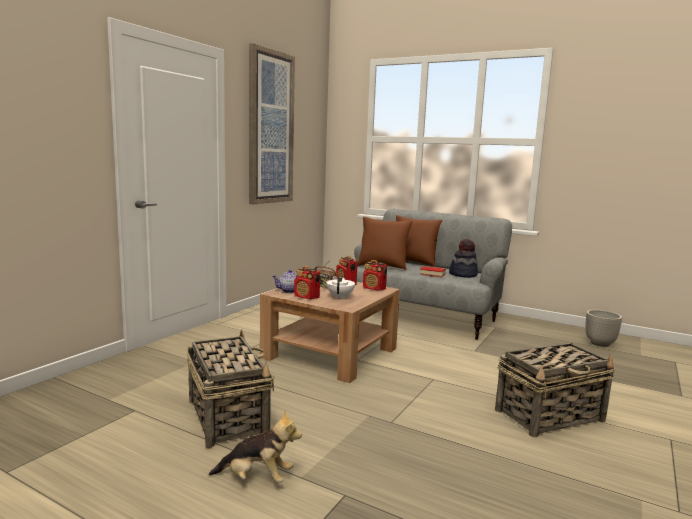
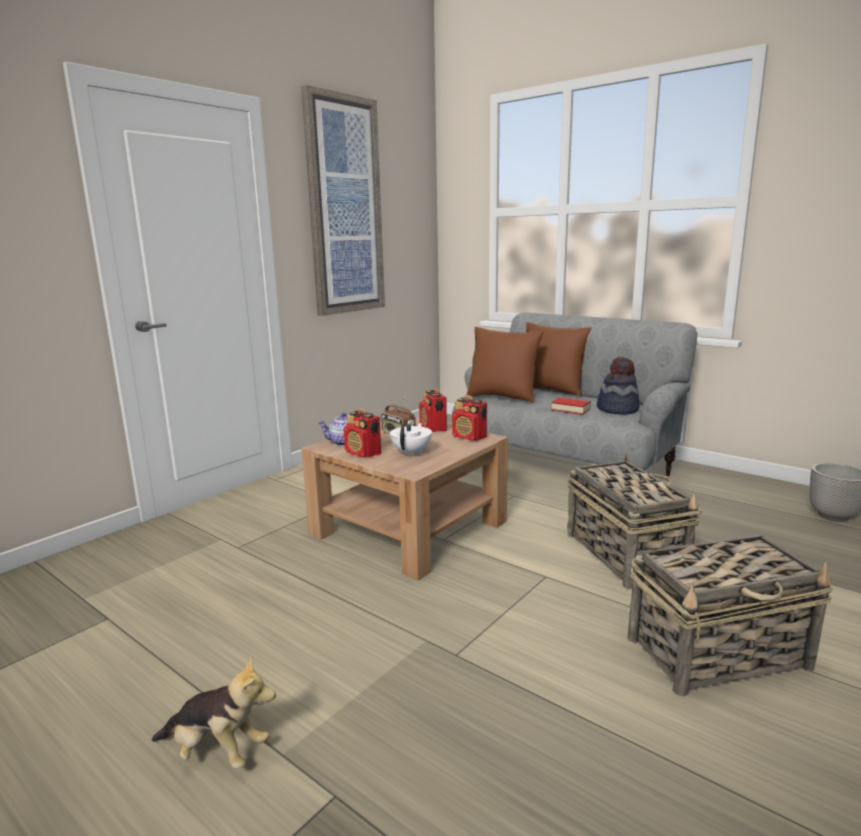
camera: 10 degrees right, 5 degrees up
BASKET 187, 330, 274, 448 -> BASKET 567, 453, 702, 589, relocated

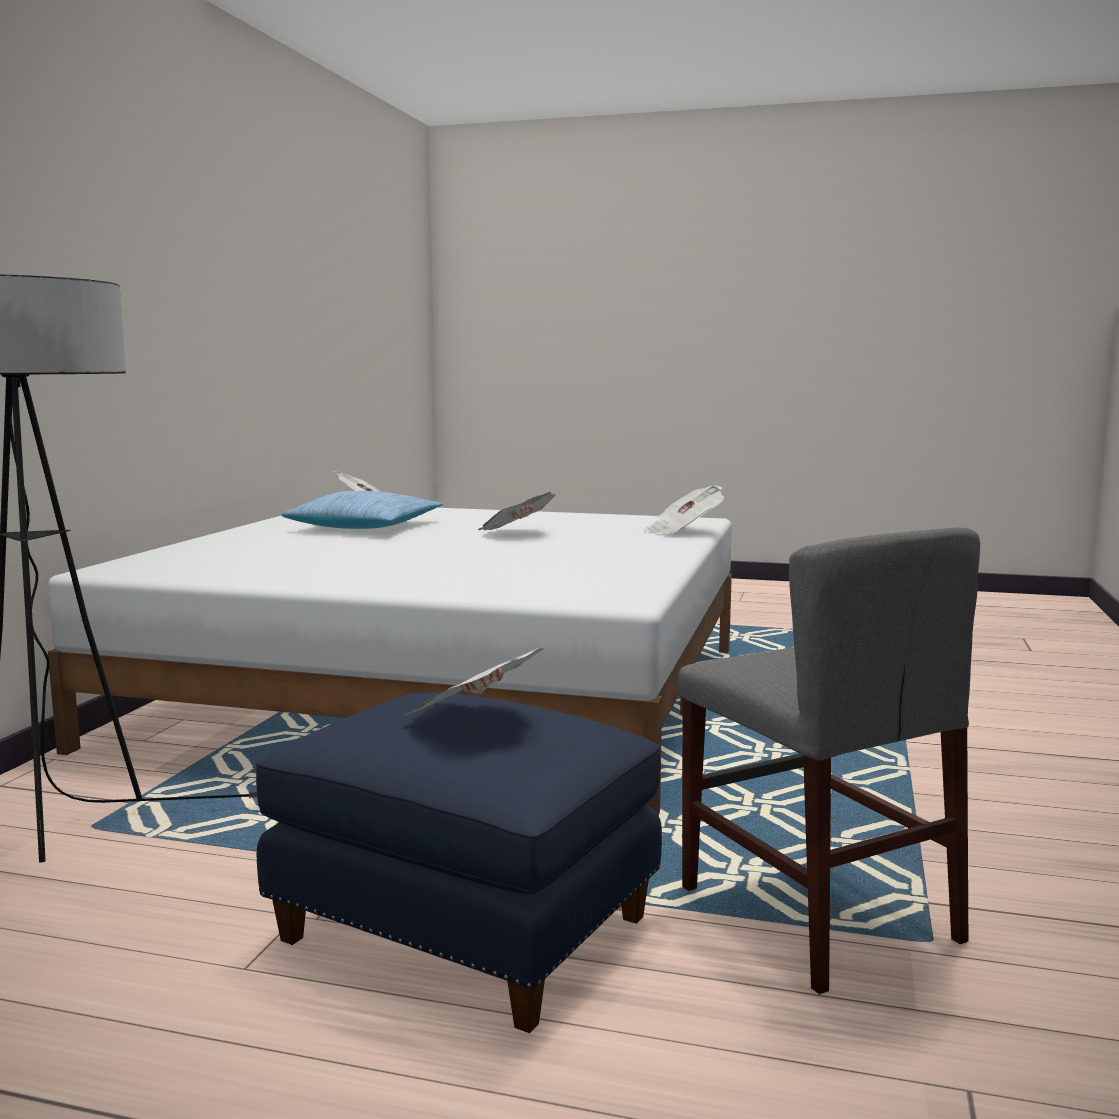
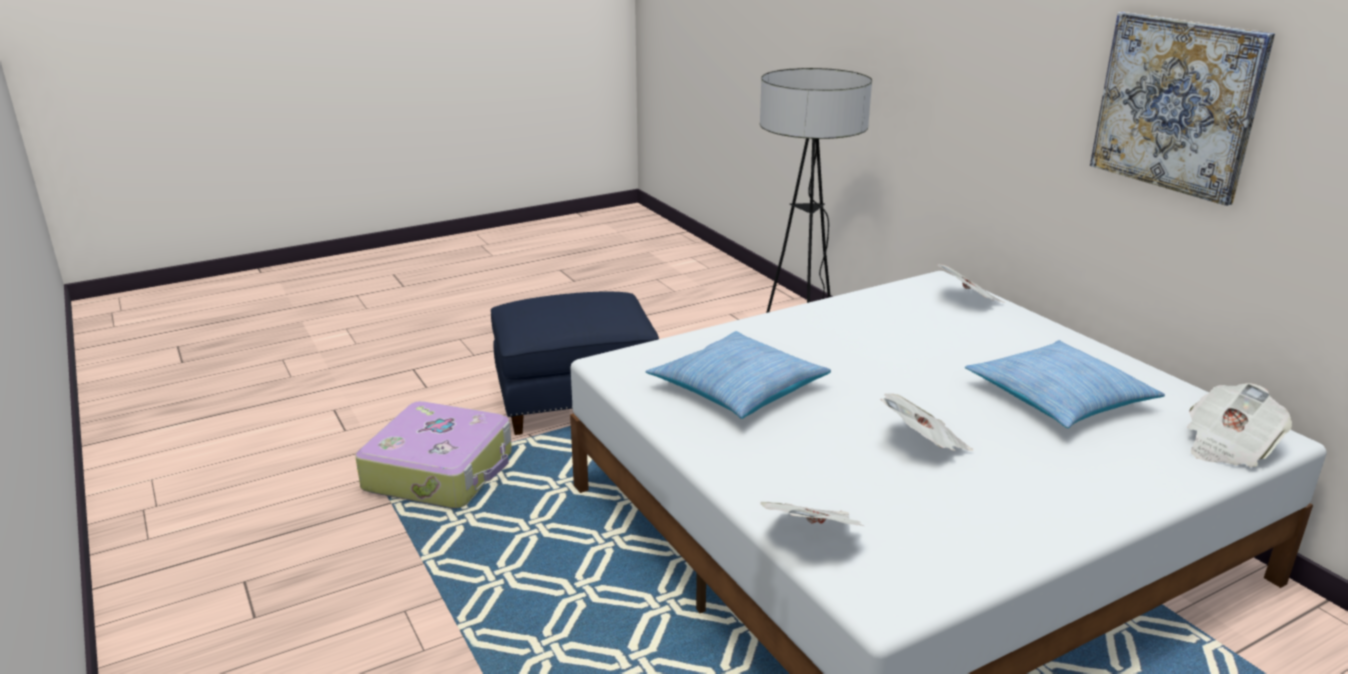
camera: 135 degrees right, 15 degrees up
none -> PILLOW 646, 331, 831, 419
none -> PICTURE 1090, 12, 1275, 206
NEWSPAPER 405, 648, 544, 715 -> NEWSPAPER 937, 264, 1006, 303, relocated
GREY CHAIR 678, 528, 980, 994 -> SUITCASE 355, 401, 512, 509

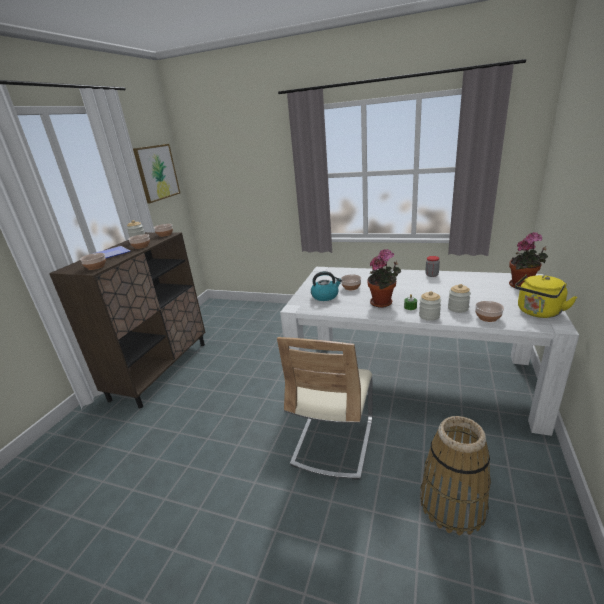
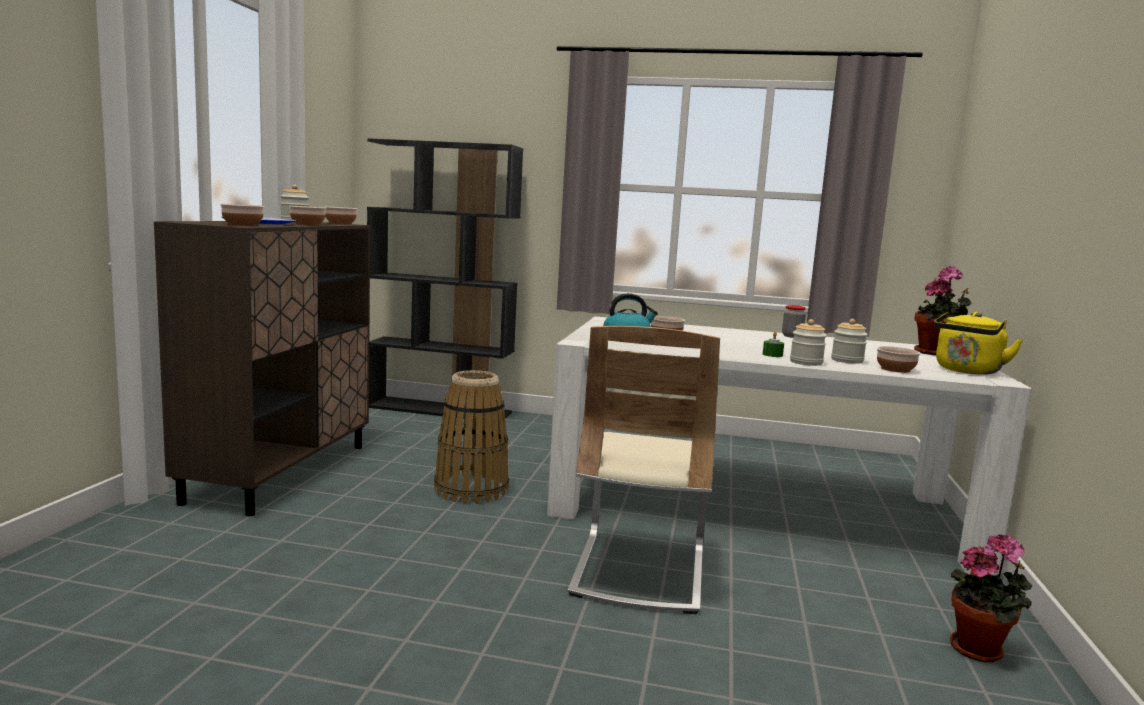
camera: 10 degrees left, 15 degrees down
PICTURE 133, 144, 180, 203 -> none
none -> BLACK BOOKCASE 367, 138, 523, 419
POTTED PLANT 367, 249, 401, 308 -> POTTED PLANT 950, 534, 1032, 663, relocated
BASKET 420, 416, 491, 535 -> BASKET 434, 370, 509, 504, relocated

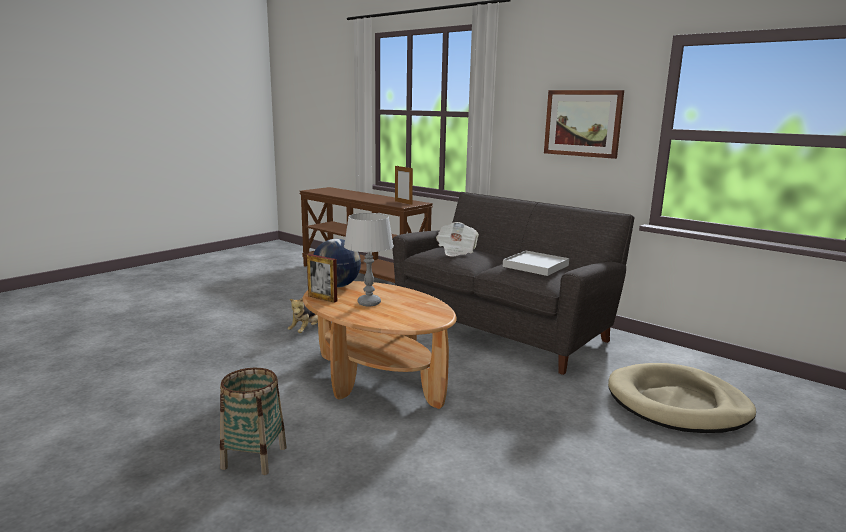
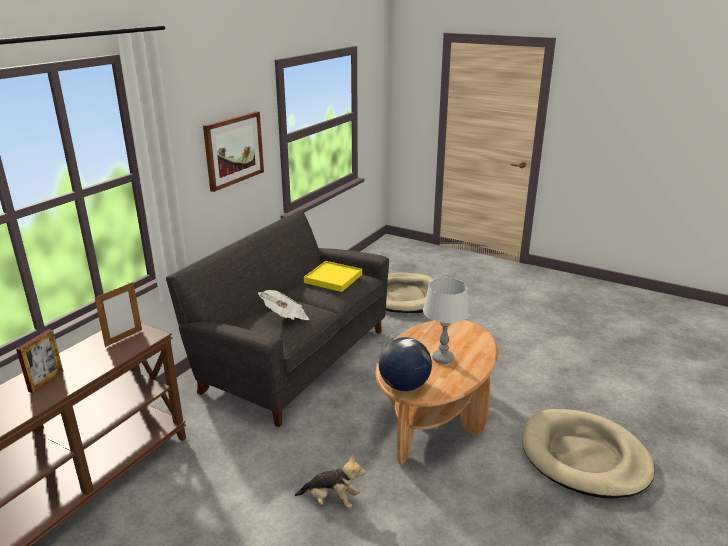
camera: 100 degrees left, 10 degrees up
PICTURE FRAME 307, 254, 337, 303 -> PICTURE FRAME 16, 329, 63, 393, relocated
BASKET 220, 368, 286, 475 -> BEIGE DOG BED 522, 409, 655, 498
WHITE TRAY 503, 251, 569, 276 -> YELLOW TRAY 304, 261, 362, 292

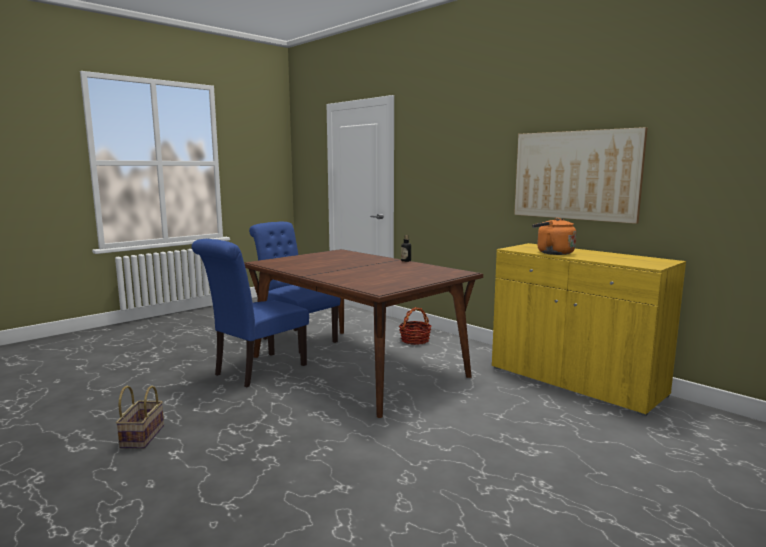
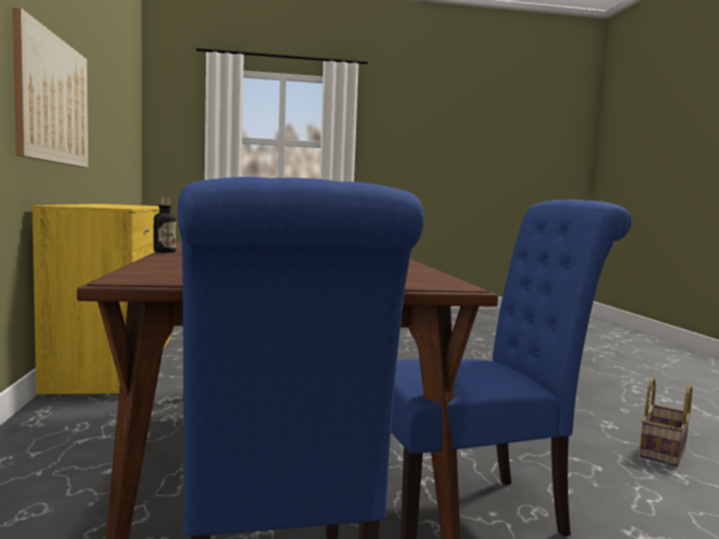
camera: 145 degrees left, 5 degrees down
BASKET 399, 307, 432, 345 -> none
ORANGE KETTLE 532, 218, 576, 255 -> none

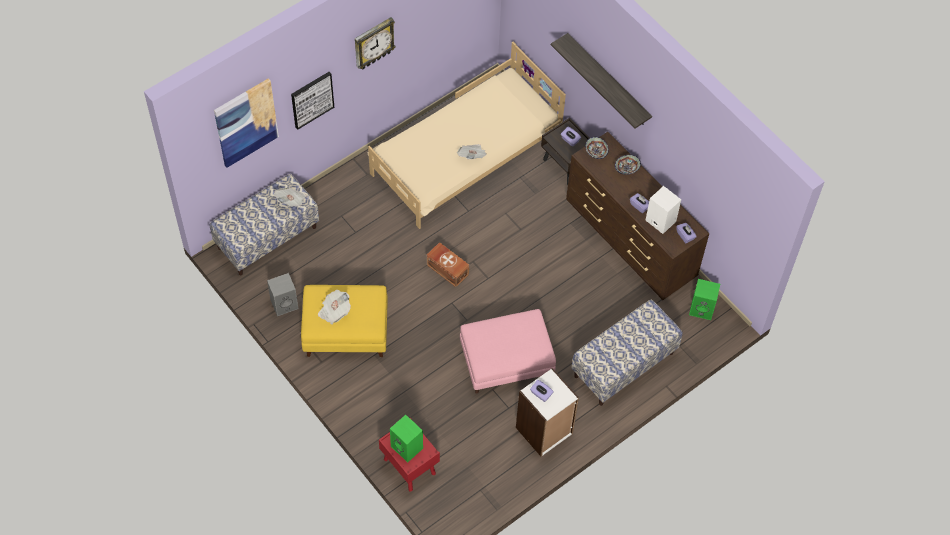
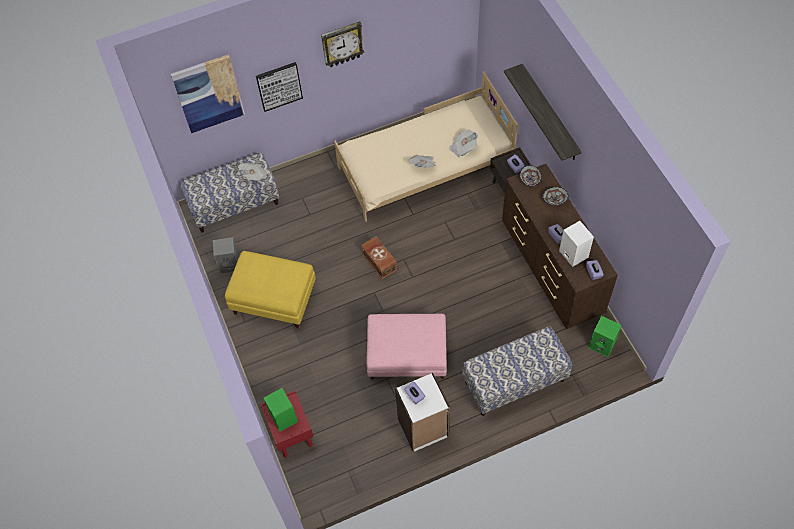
camera: 20 degrees right, 0 degrees up
NEWSPAPER 318, 290, 351, 325 -> NEWSPAPER 449, 129, 478, 157, relocated

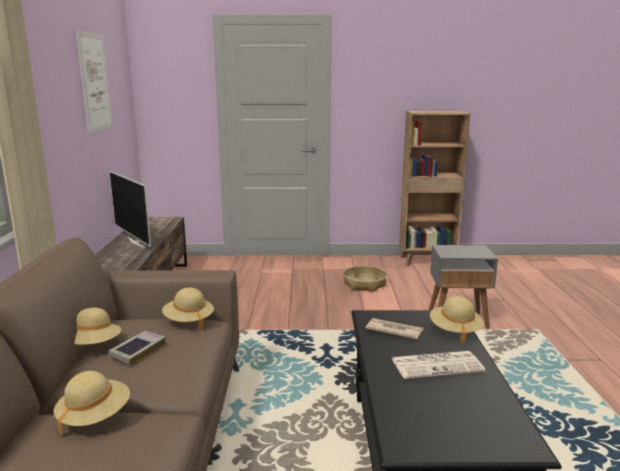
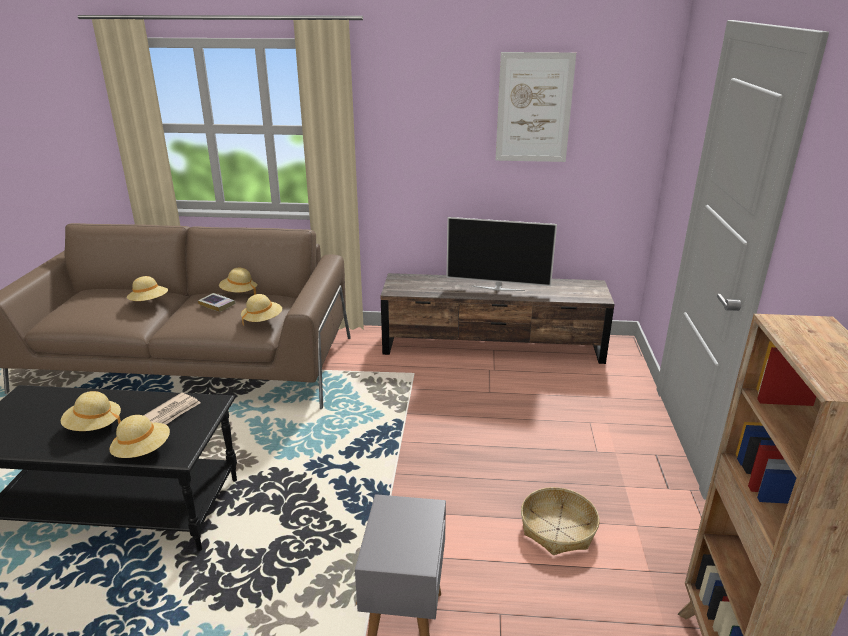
camera: 95 degrees right, 10 degrees up
NEWSPAPER 392, 351, 486, 379 -> BEIGE HAT 61, 391, 121, 431
TELEVISION 109, 171, 151, 248 -> TELEVISION 446, 217, 557, 291, 135 degrees counterclockwise

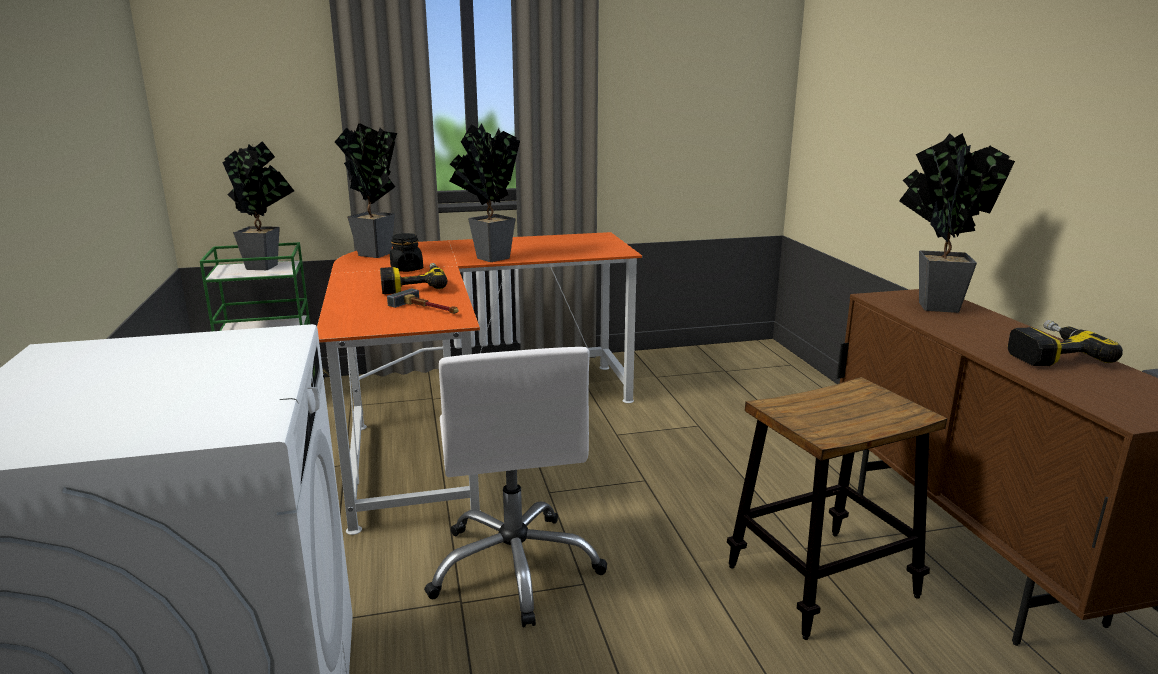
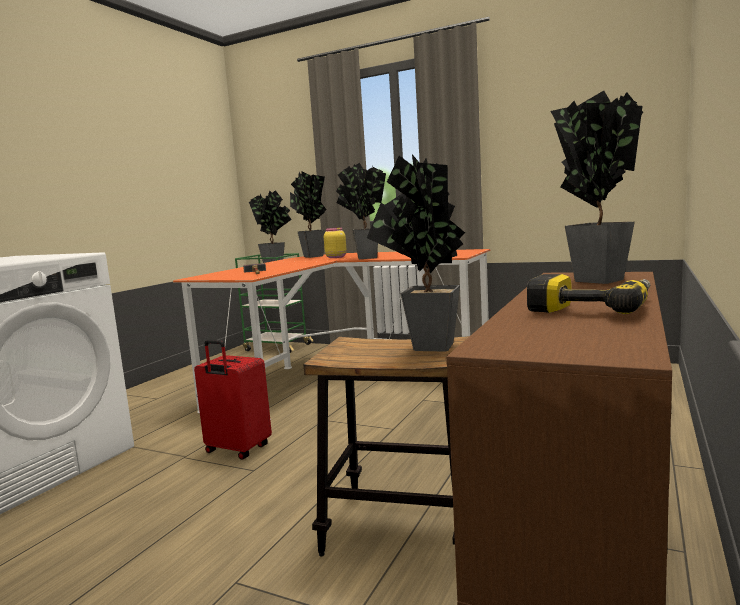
camera: 40 degrees right, 10 degrees down
POWER DRILL 380, 263, 448, 294 -> none
BLACK JAR 390, 233, 423, 272 -> none
none -> YELLOW JAR 324, 227, 347, 258
none -> POTTED PLANT 367, 155, 465, 352
WHITE OFFICE CHAIR 424, 347, 607, 628 -> RED SUITCASE 194, 340, 272, 460

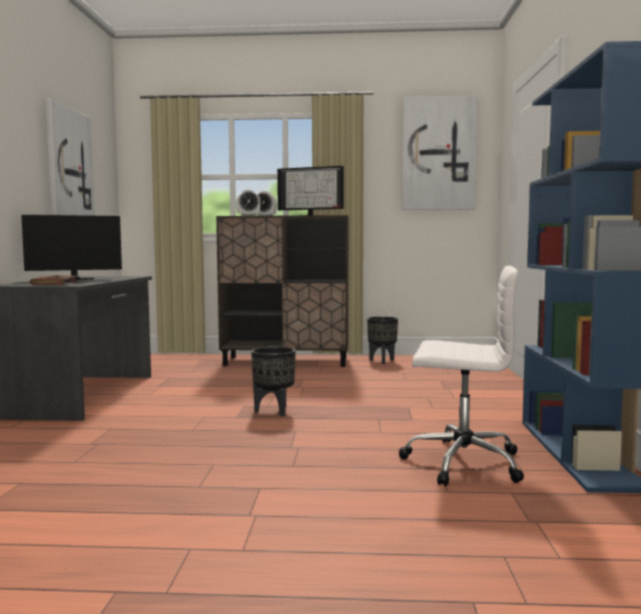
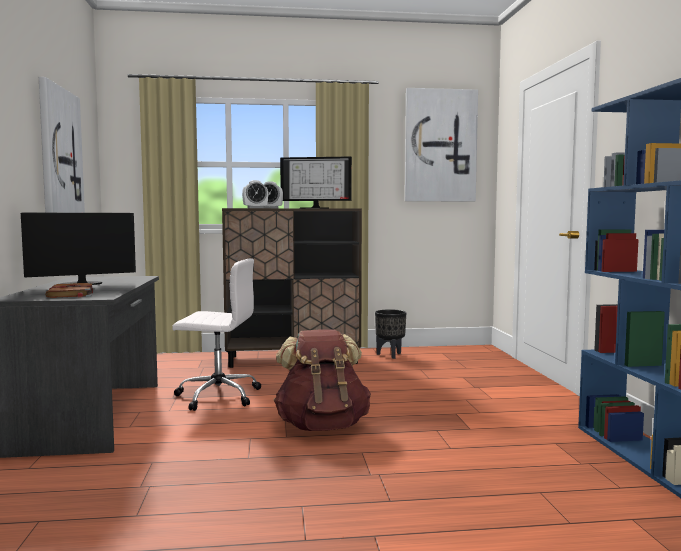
camera: 10 degrees left, 0 degrees up
WHITE OFFICE CHAIR 399, 266, 524, 486 -> WHITE OFFICE CHAIR 172, 258, 261, 411, relocated
BLACK PLANTER 251, 347, 296, 416 -> BROWN BACKPACK 274, 329, 371, 431

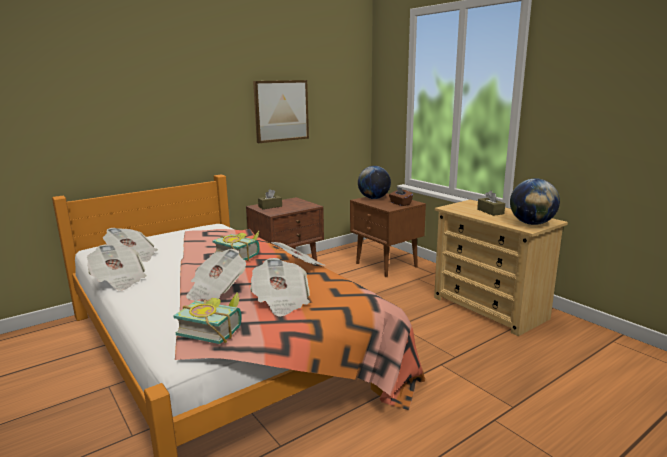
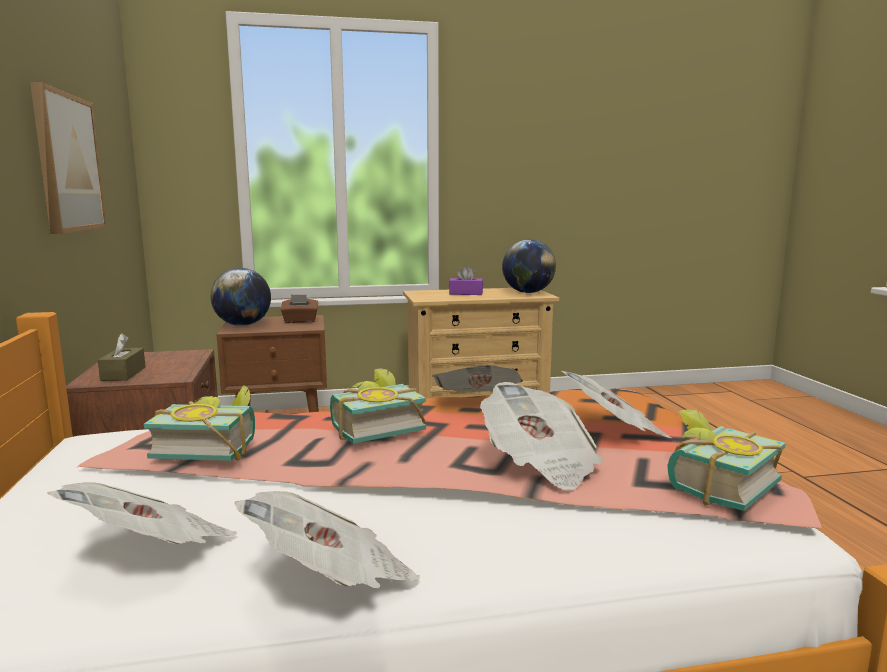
camera: 65 degrees left, 5 degrees down
none -> BOOK 144, 385, 255, 461
BROWN TISSUE BOX 477, 190, 505, 216 -> PURPLE TISSUE BOX 449, 266, 483, 295

